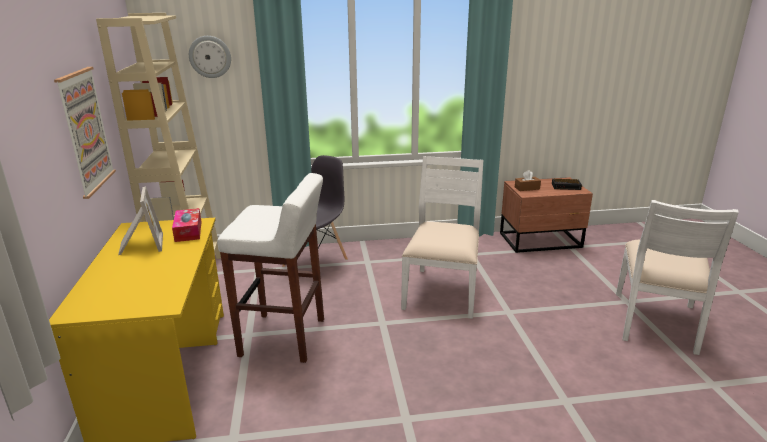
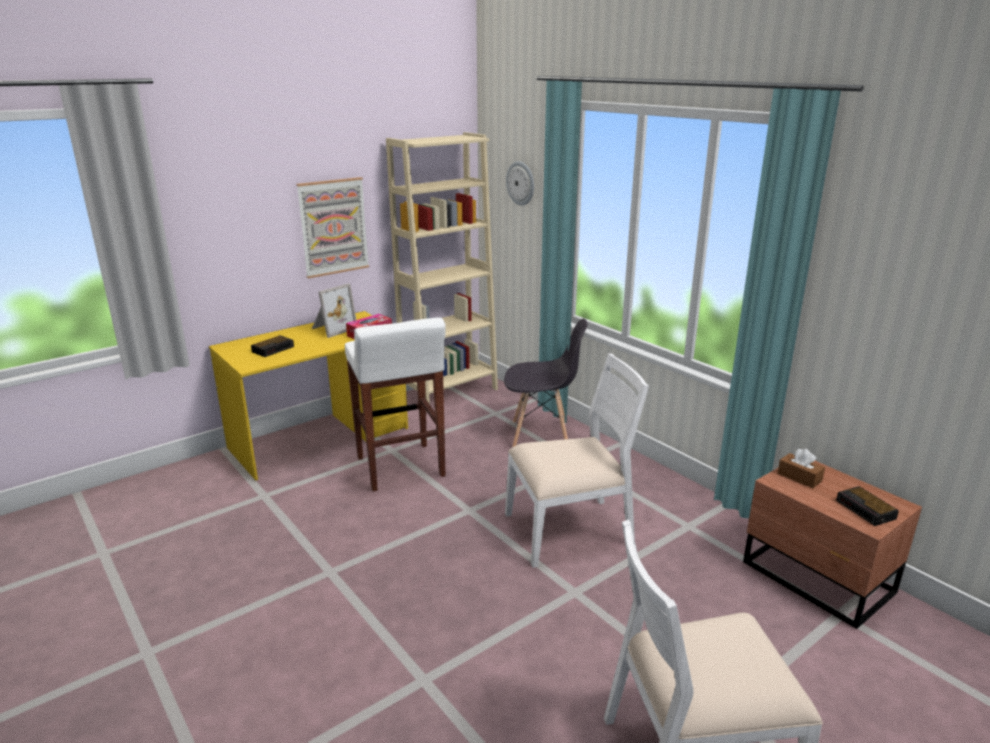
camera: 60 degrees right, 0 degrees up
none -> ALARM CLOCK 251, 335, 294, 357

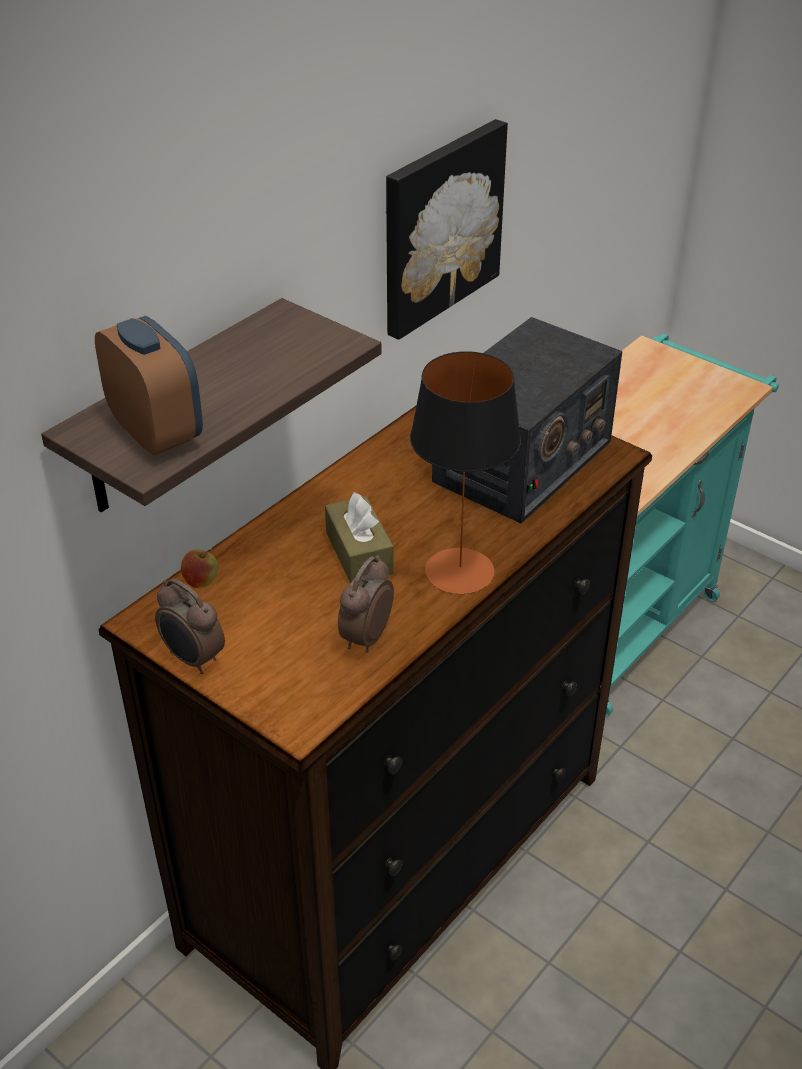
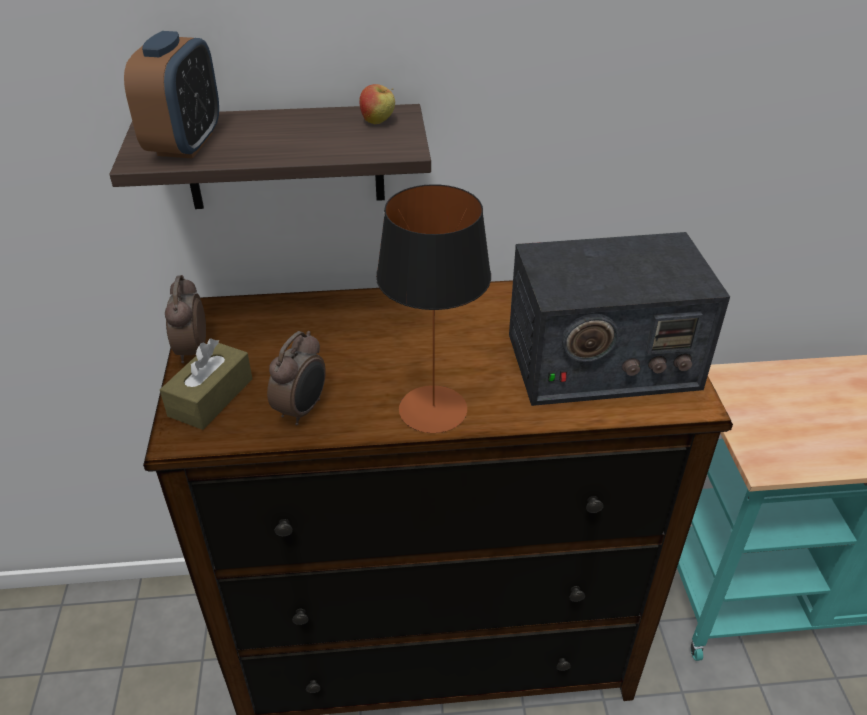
camera: 45 degrees right, 0 degrees up
PICTURE 386, 119, 508, 340 -> none
APPLE 181, 548, 218, 588 -> APPLE 359, 84, 395, 124, relocated
BROWN TISSUE BOX 325, 492, 394, 583 -> BROWN TISSUE BOX 160, 339, 252, 430, relocated
ALARM CLOCK 338, 555, 394, 653 -> ALARM CLOCK 267, 331, 326, 426, 135 degrees clockwise

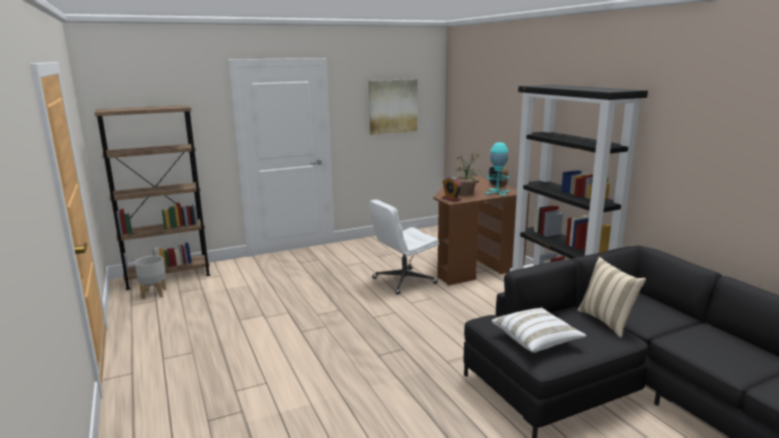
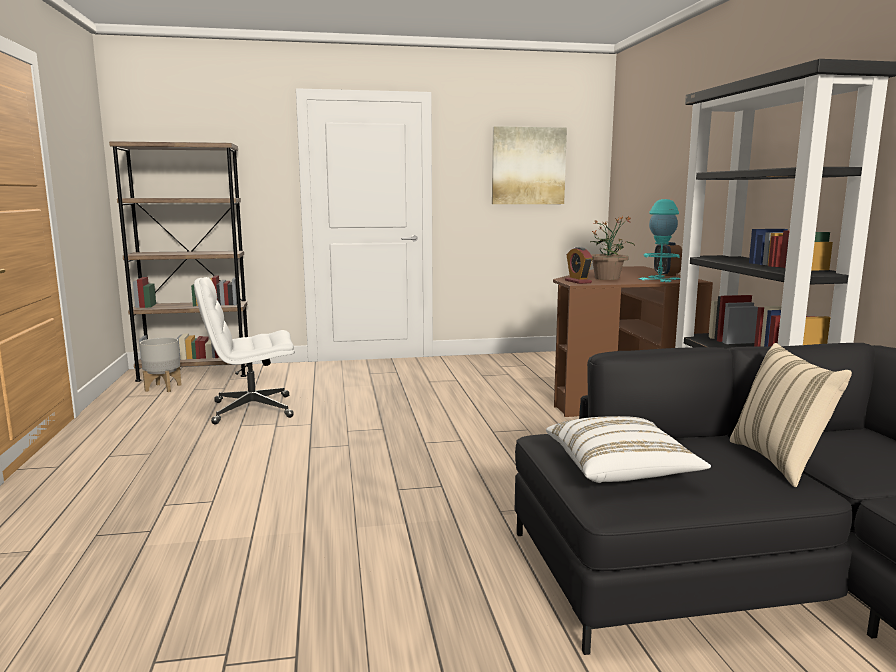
camera: 15 degrees right, 5 degrees down
WHITE OFFICE CHAIR 369, 199, 439, 294 -> WHITE OFFICE CHAIR 194, 277, 295, 425, relocated

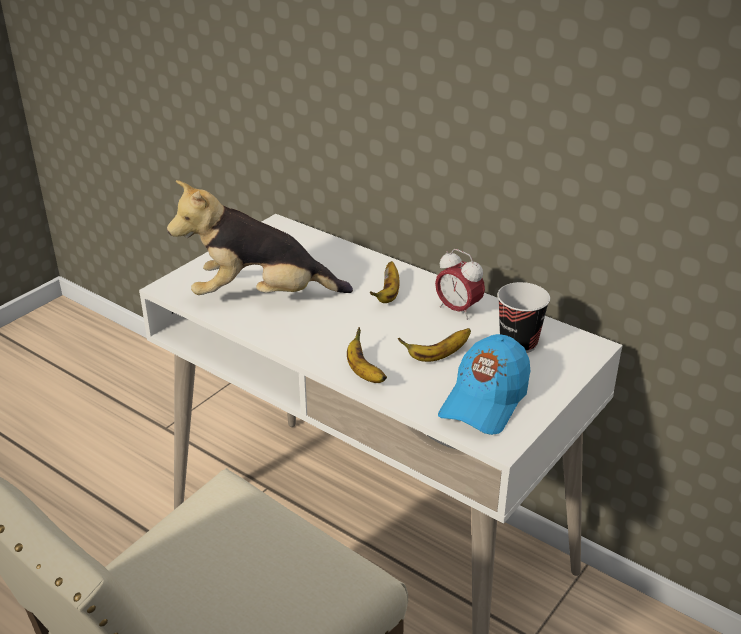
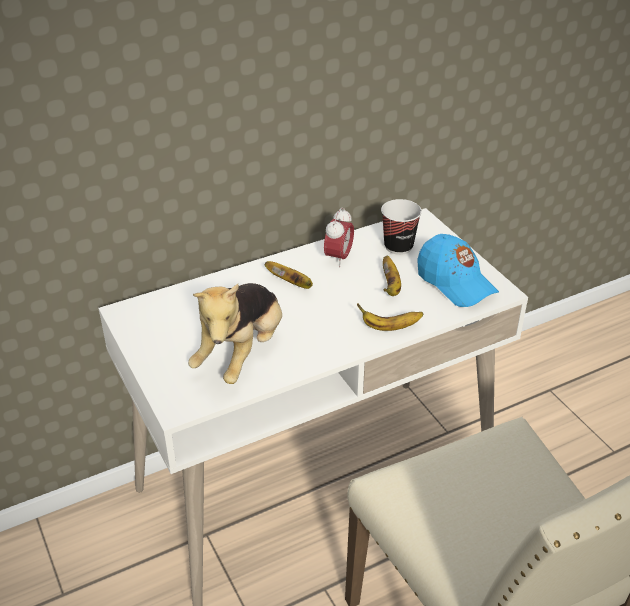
camera: 65 degrees left, 5 degrees up
ALARM CLOCK 435, 249, 485, 320 -> ALARM CLOCK 324, 208, 354, 267, 45 degrees counterclockwise

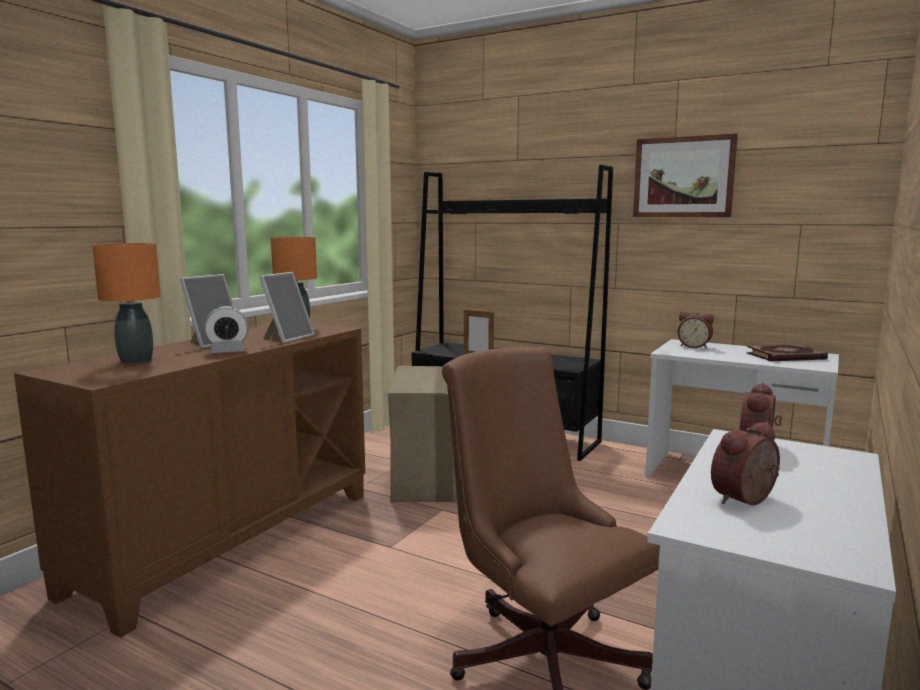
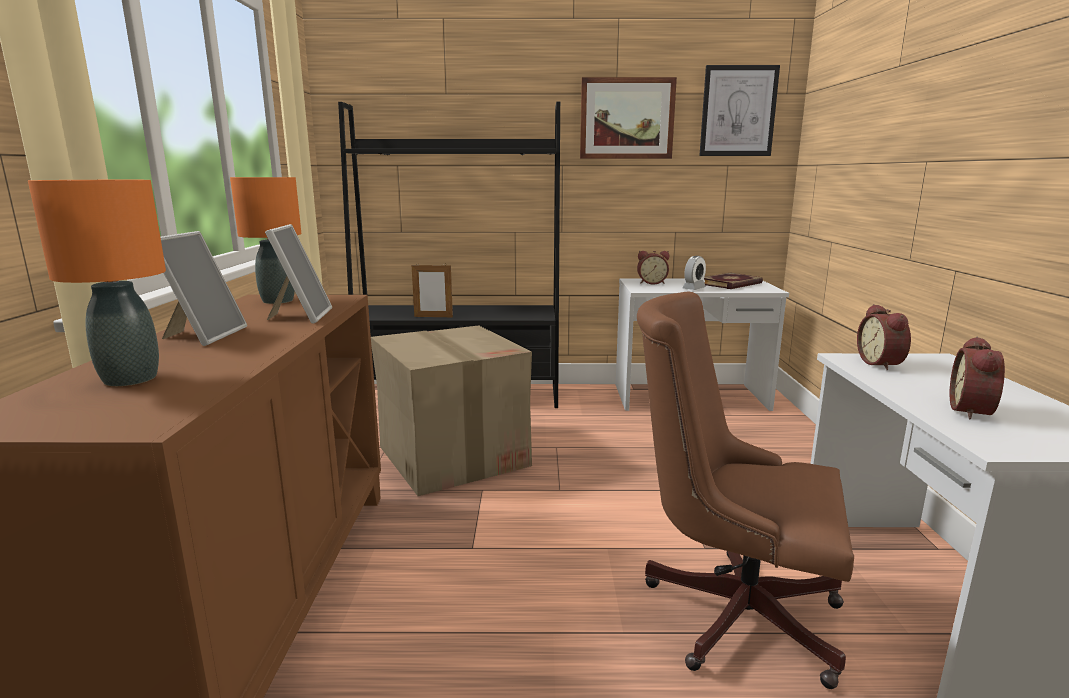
camera: 30 degrees left, 5 degrees up
none -> PICTURE 699, 65, 780, 156
ALARM CLOCK 204, 306, 248, 353 -> ALARM CLOCK 682, 256, 706, 290, relocated

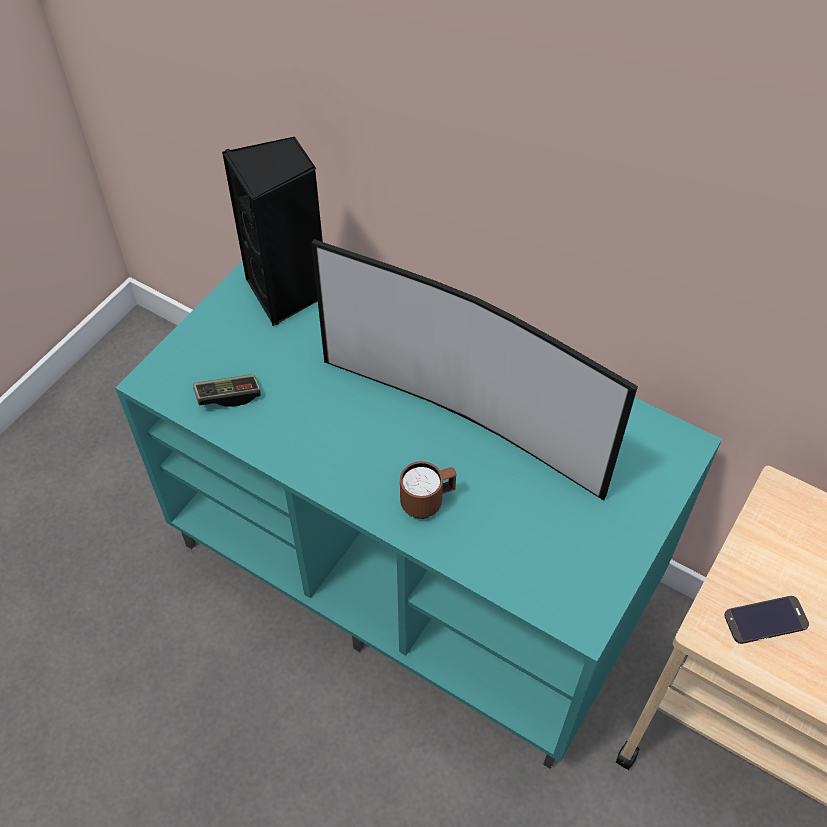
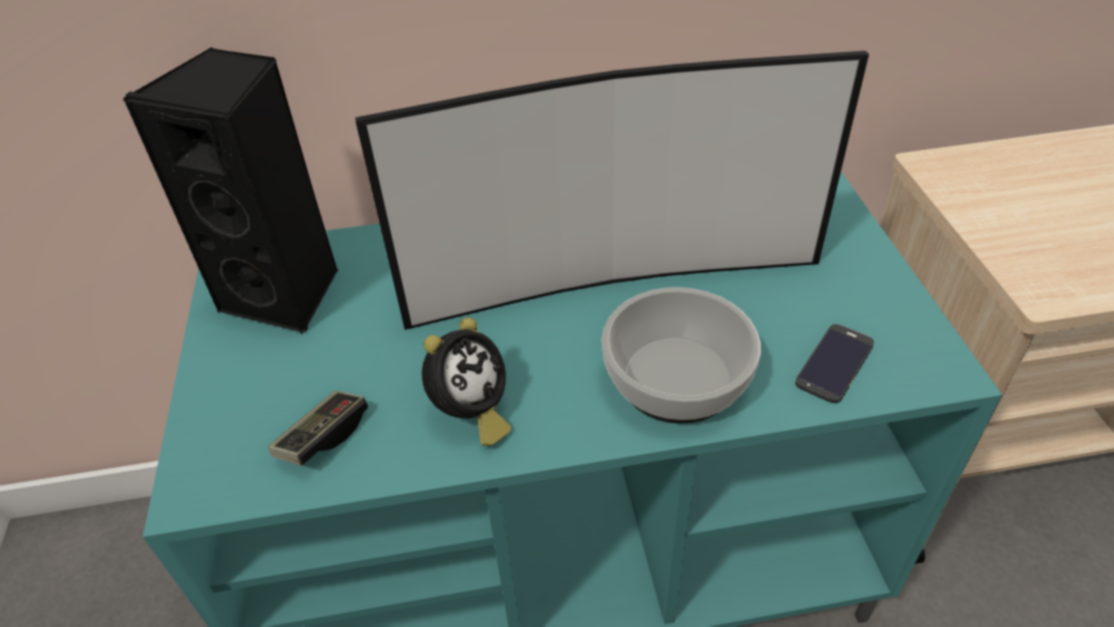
camera: 40 degrees left, 10 degrees down
none -> ALARM CLOCK 422, 317, 511, 446
PHONE 724, 596, 809, 644 -> PHONE 795, 324, 874, 403, relocated
BROWN MUG 400, 461, 456, 519 -> BOWL 601, 287, 761, 424

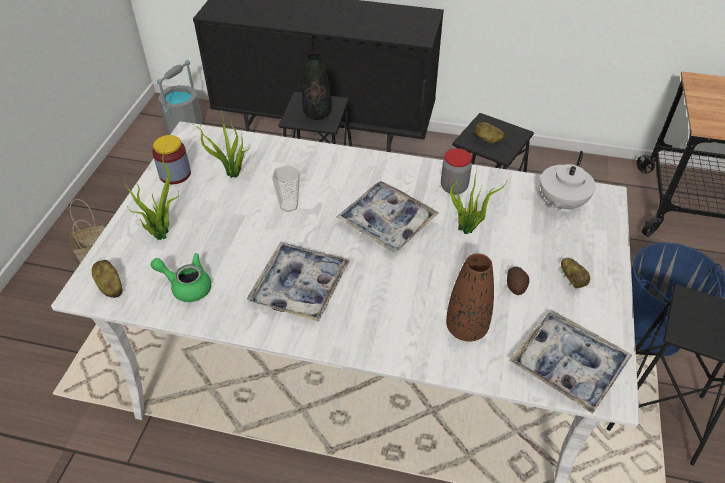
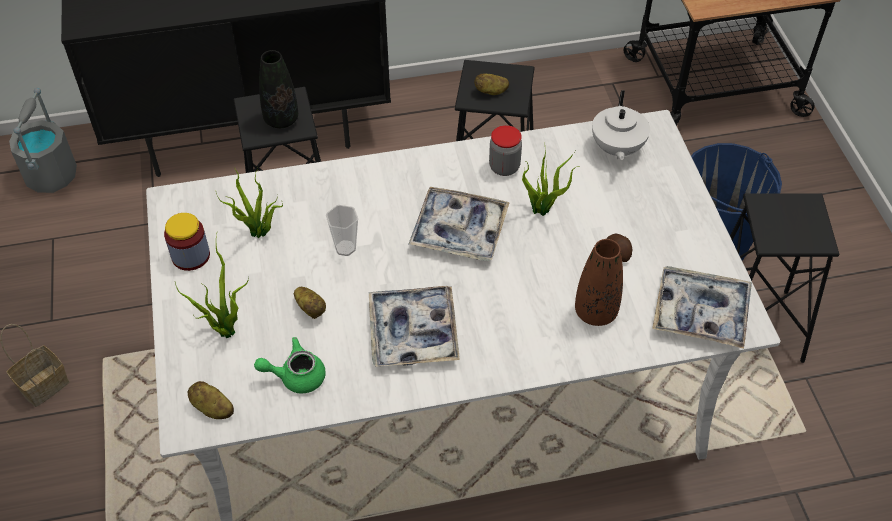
camera: 25 degrees left, 5 degrees up
POTATO 561, 258, 590, 288 -> POTATO 294, 287, 326, 319, relocated

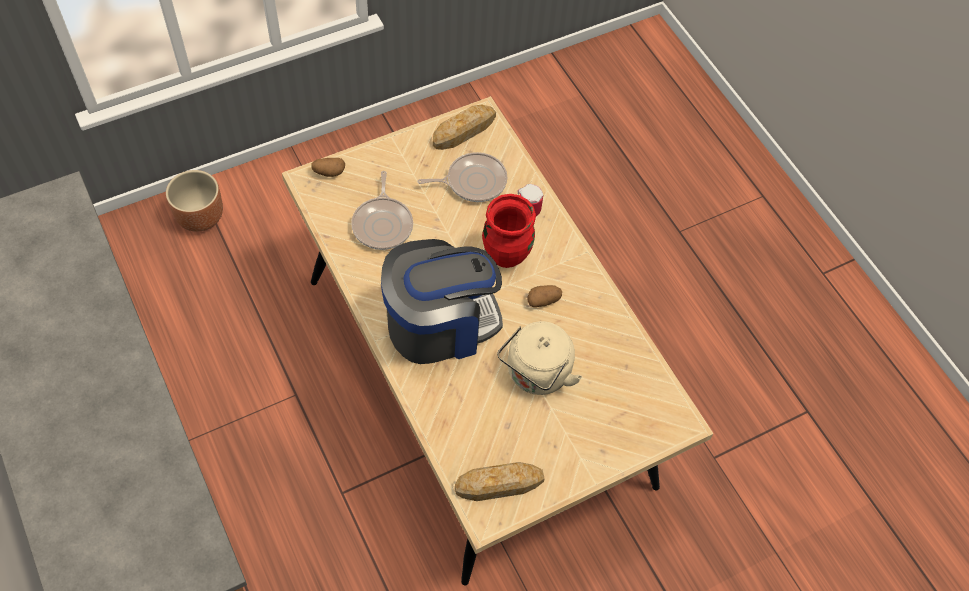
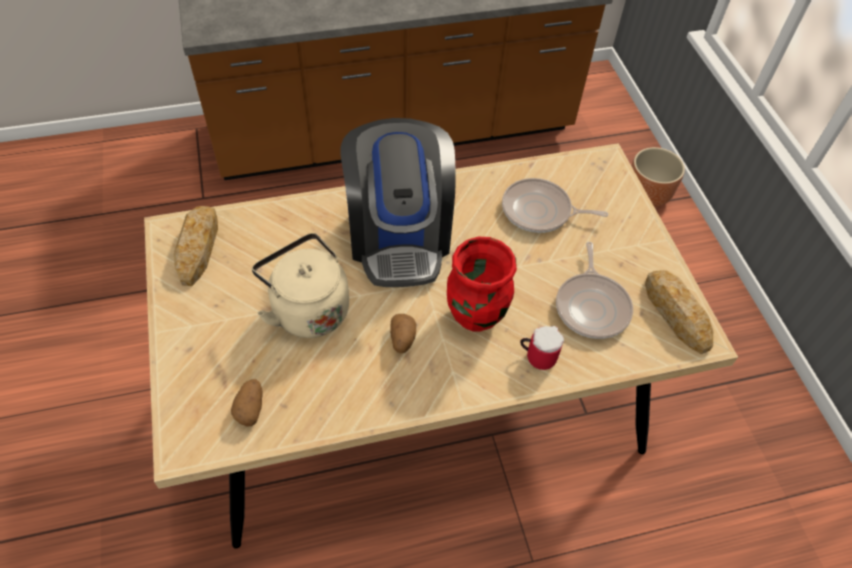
camera: 105 degrees right, 5 degrees down
POTATO 311, 158, 345, 177 -> POTATO 231, 379, 263, 426, relocated

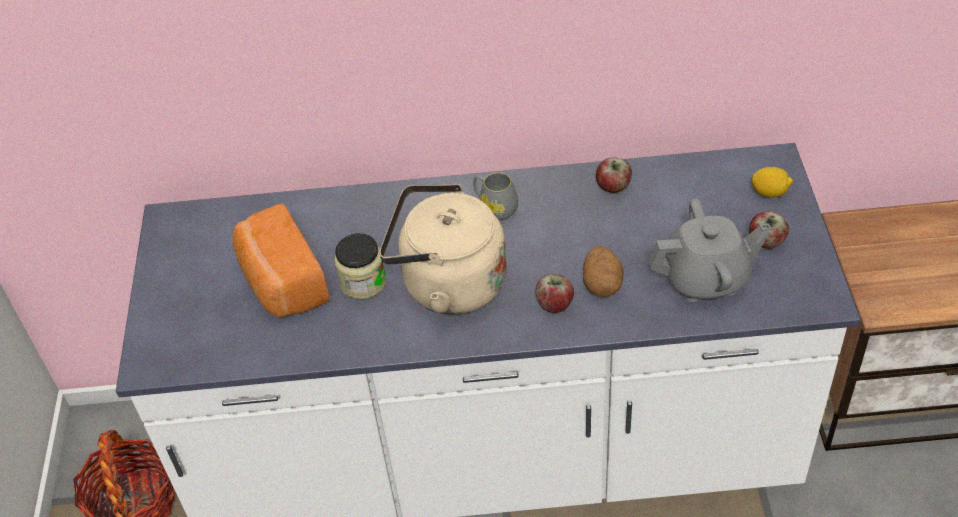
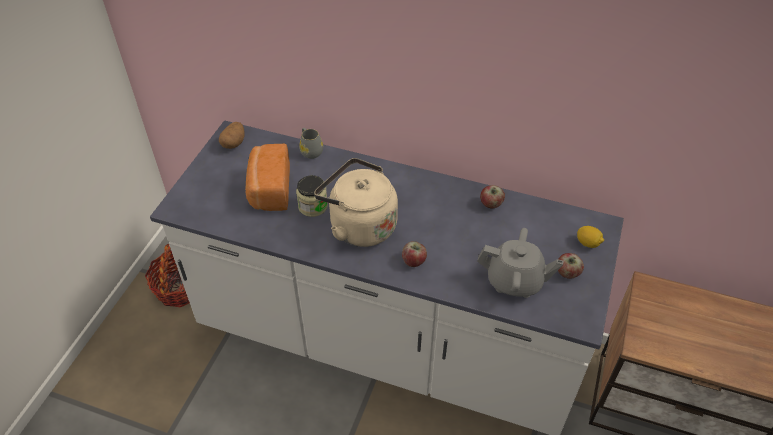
camera: 20 degrees right, 0 degrees up
GREY MUG 473, 172, 518, 221 -> GREY MUG 299, 128, 323, 159, relocated
POTATO 583, 246, 624, 297 -> POTATO 219, 122, 244, 149, relocated

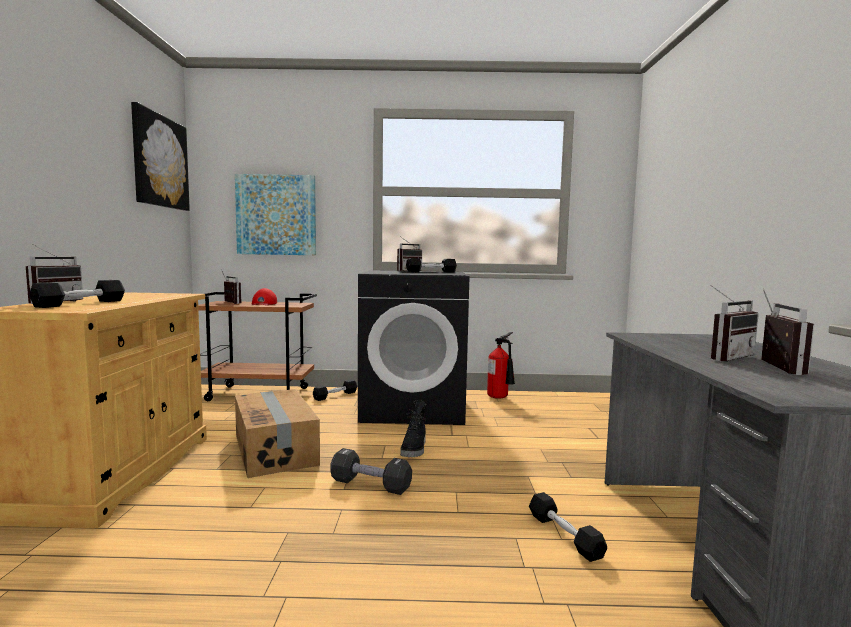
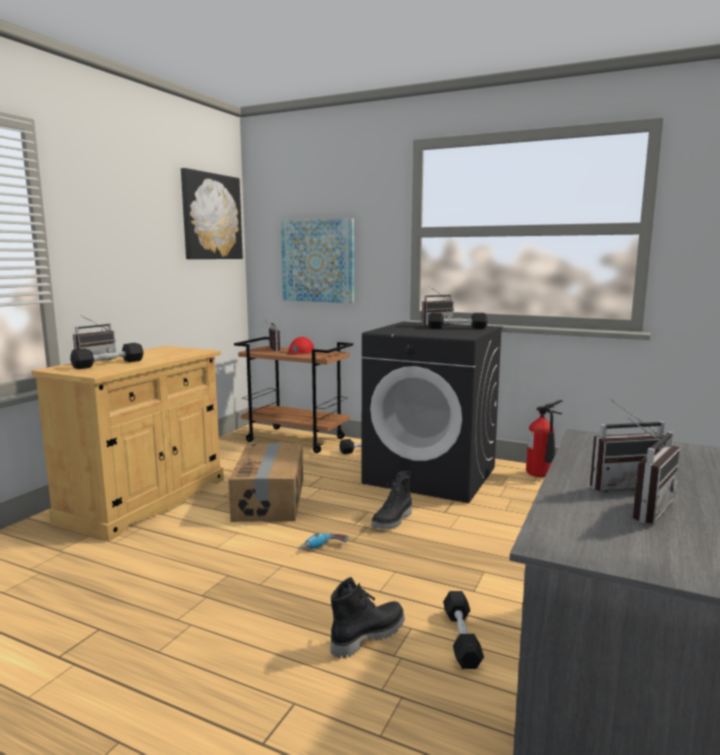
camera: 25 degrees right, 5 degrees up
none -> BLACK BOOT 331, 577, 405, 658
BLACK DUMBBELL 330, 448, 412, 495 -> POWER DRILL 298, 533, 349, 550

